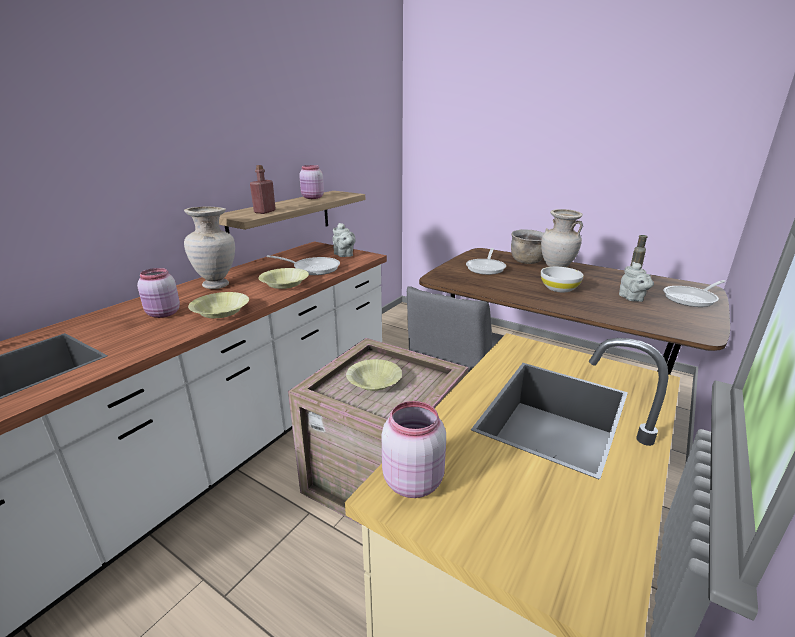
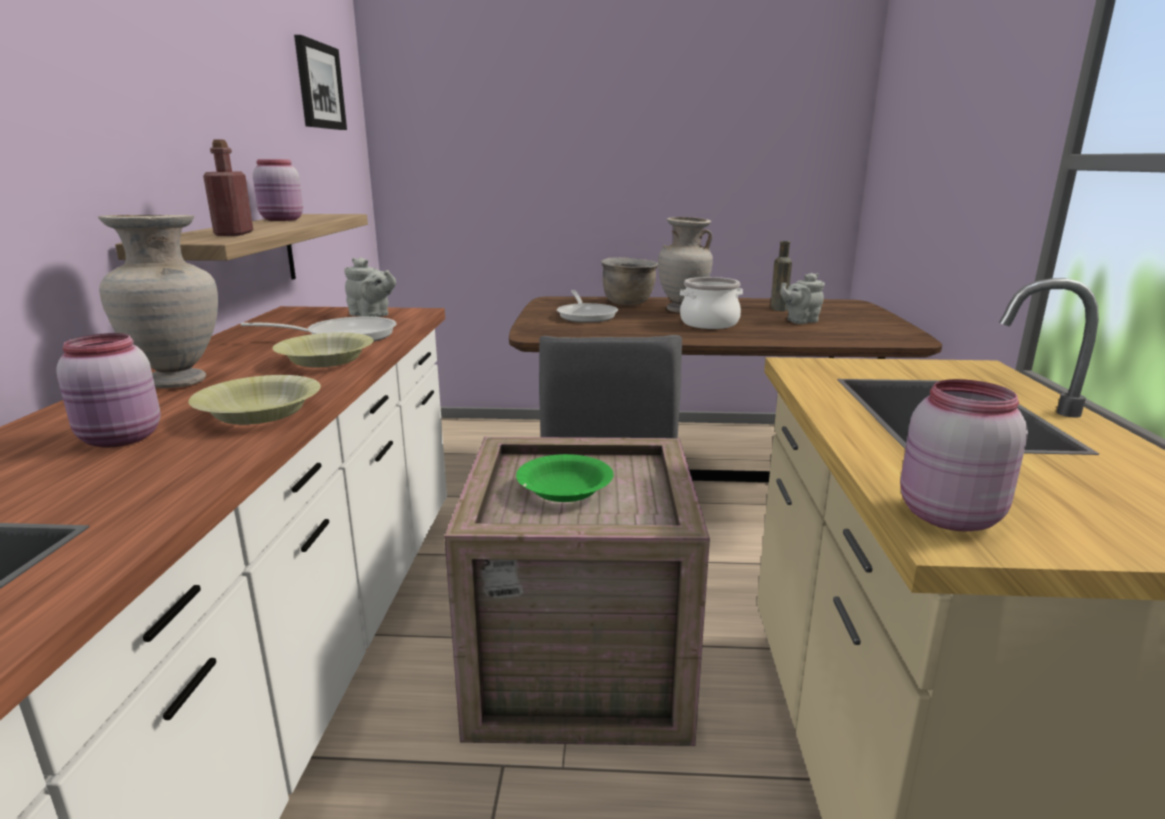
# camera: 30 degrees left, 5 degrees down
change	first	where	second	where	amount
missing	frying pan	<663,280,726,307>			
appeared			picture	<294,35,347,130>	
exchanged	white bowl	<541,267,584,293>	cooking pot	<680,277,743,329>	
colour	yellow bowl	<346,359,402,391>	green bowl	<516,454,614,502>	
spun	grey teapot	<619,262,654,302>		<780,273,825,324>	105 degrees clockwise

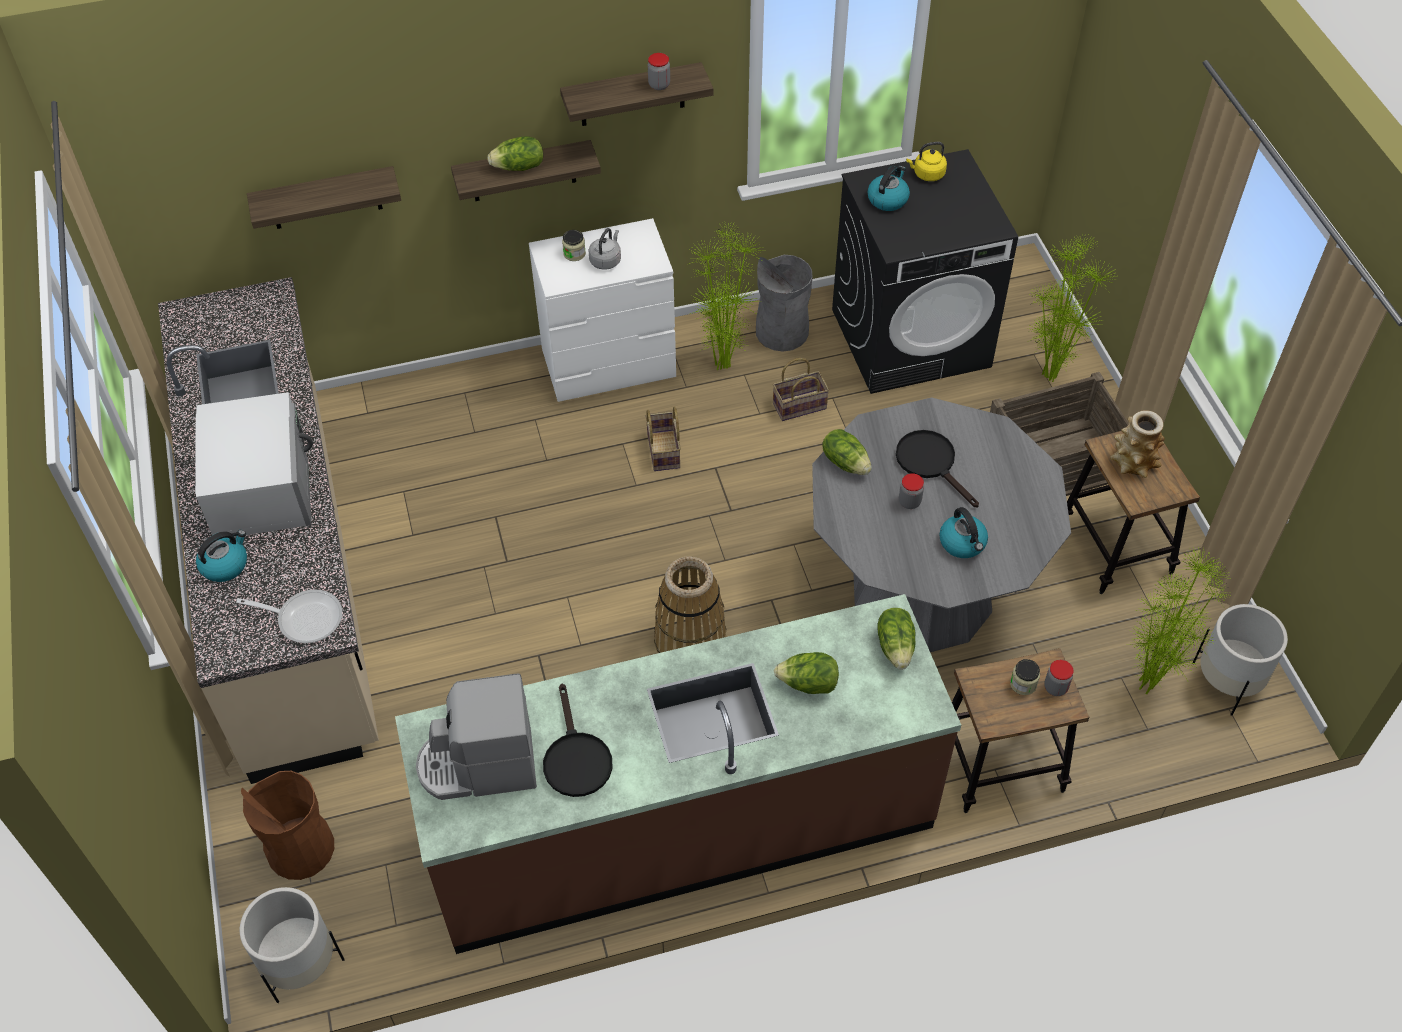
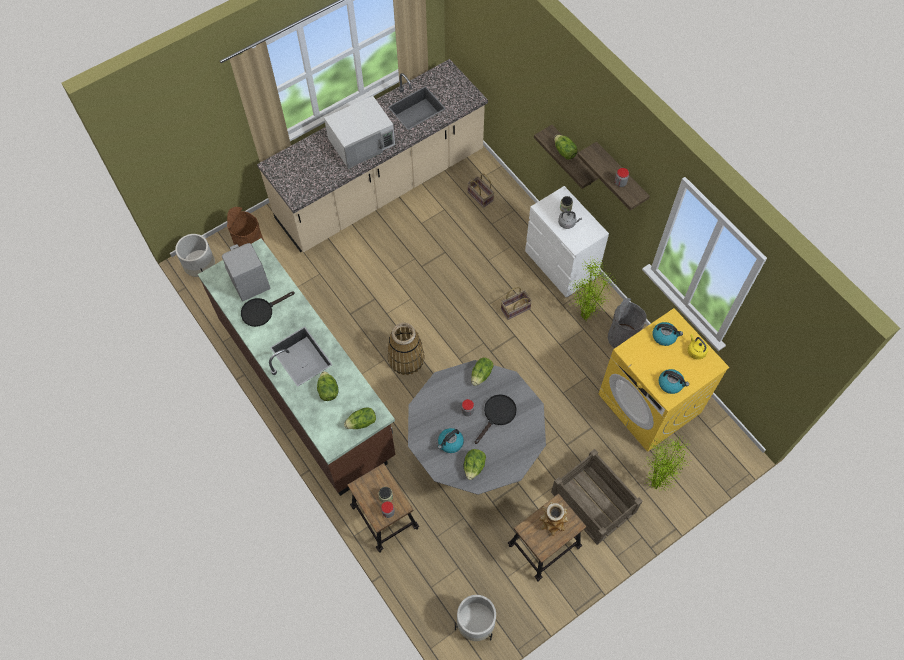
# camera: 70 degrees right, 10 degrees up
change	first	where	second	where	amount
missing	frying pan	<236,589,342,643>			
missing	shelf	<247,166,401,229>			
missing	potted plant	<1129,547,1232,694>			
appeared			lettuce	<464,449,486,480>	
relocated	kettle	<196,530,247,582>		<659,369,689,394>	
relocated	basket	<773,358,829,421>		<467,173,494,208>	
colour	black washing machine	<832,149,1018,394>	yellow washing machine	<598,308,729,452>	

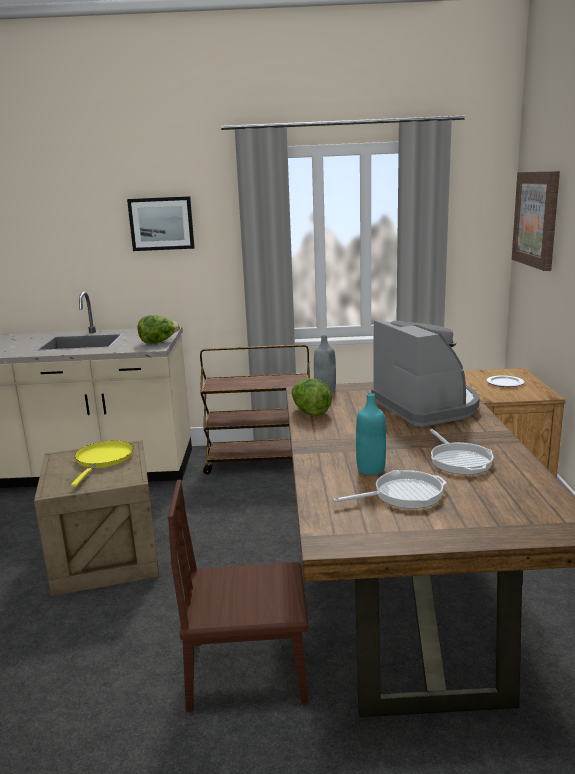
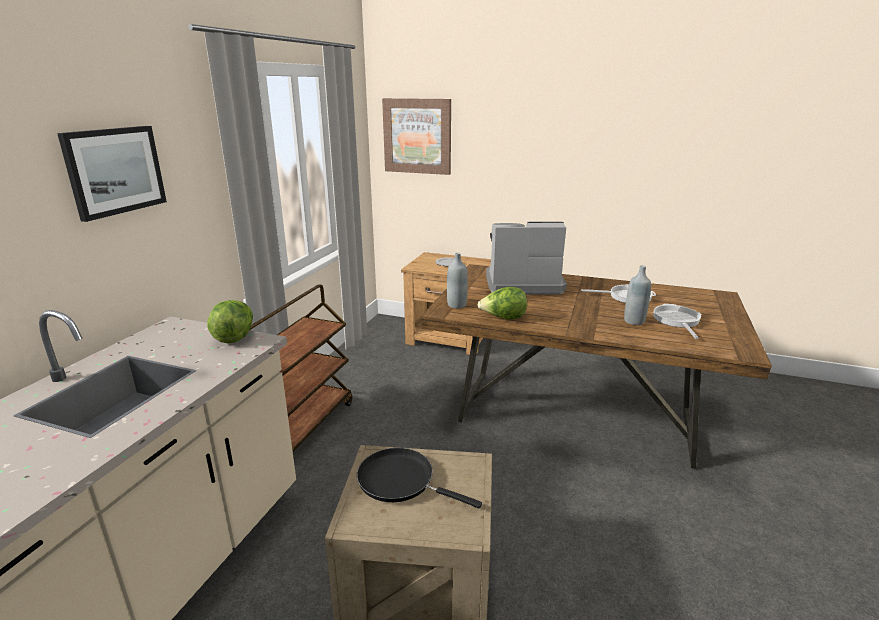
# camera: 70 degrees left, 5 degrees up
change	first	where	second	where	amount
missing	brown chair	<168,480,309,712>			
colour	yellow frying pan	<71,440,133,487>	black frying pan	<357,448,482,509>	
colour	turquoise bottle	<356,393,386,475>	grey bottle	<624,265,651,325>	

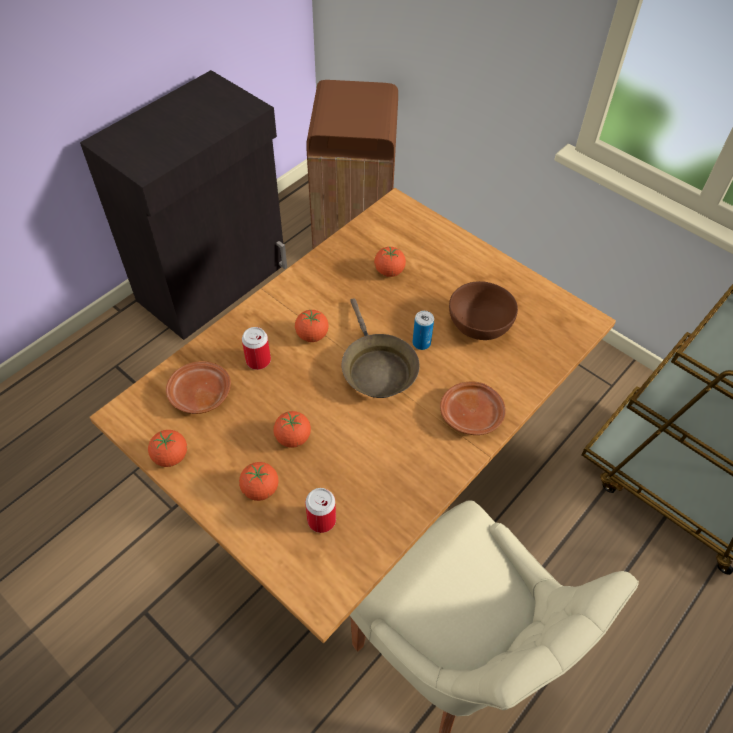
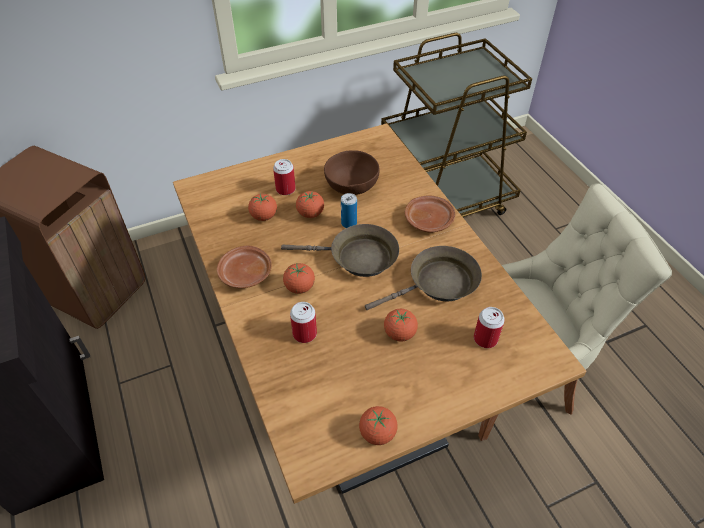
# camera: 65 degrees left, 5 degrees down
change	first	where	second	where	amount
appeared			can	<273,159,296,195>	
appeared			brown frying pan	<365,246,482,310>	
relocated	brown plate	<166,361,231,414>		<217,246,272,288>	
relocated	tomato	<239,462,278,501>		<296,191,324,218>	

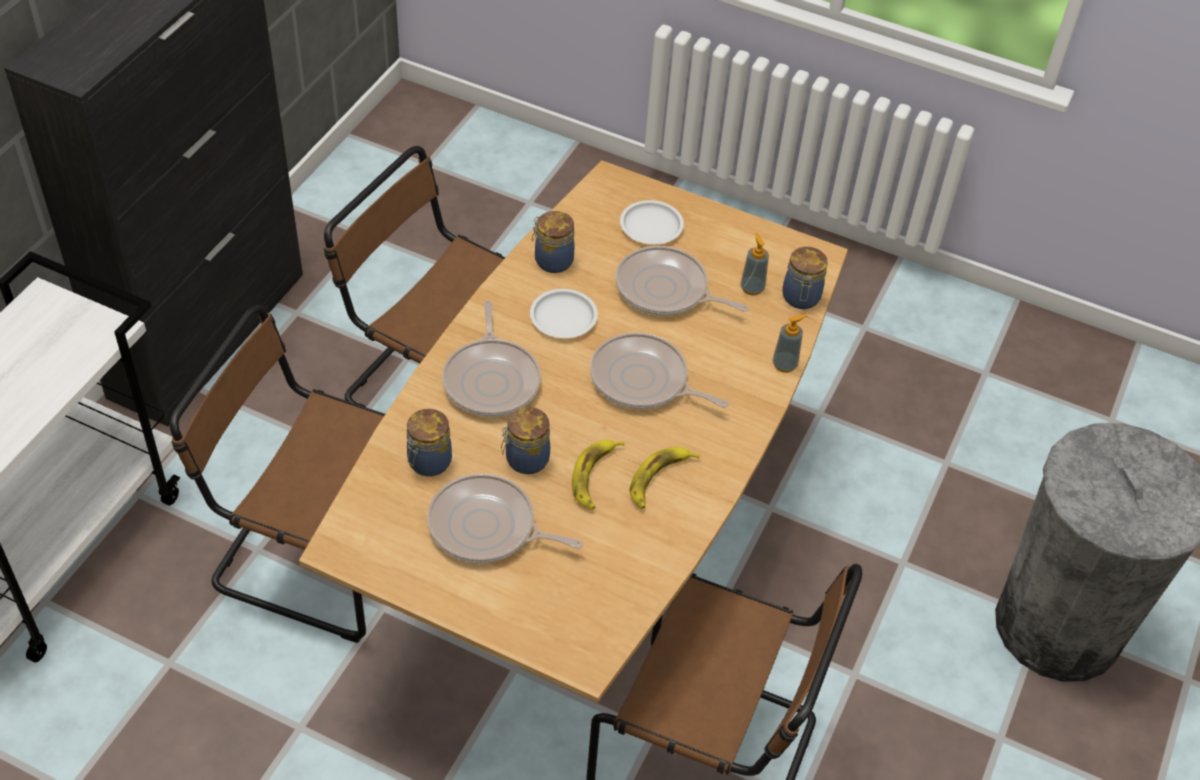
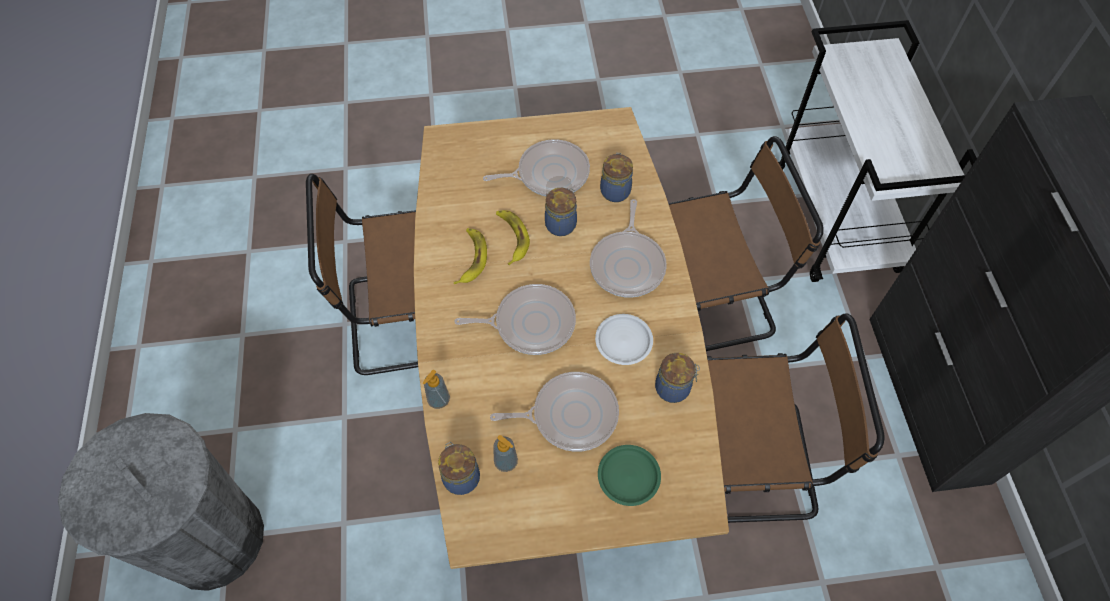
# camera: 150 degrees right, 10 degrees up
change	first	where	second	where	amount
colour	white plate	<620,200,684,244>	green plate	<598,445,661,506>	
spun	frying pan	<442,300,541,417>		<590,199,667,298>	135 degrees counterclockwise

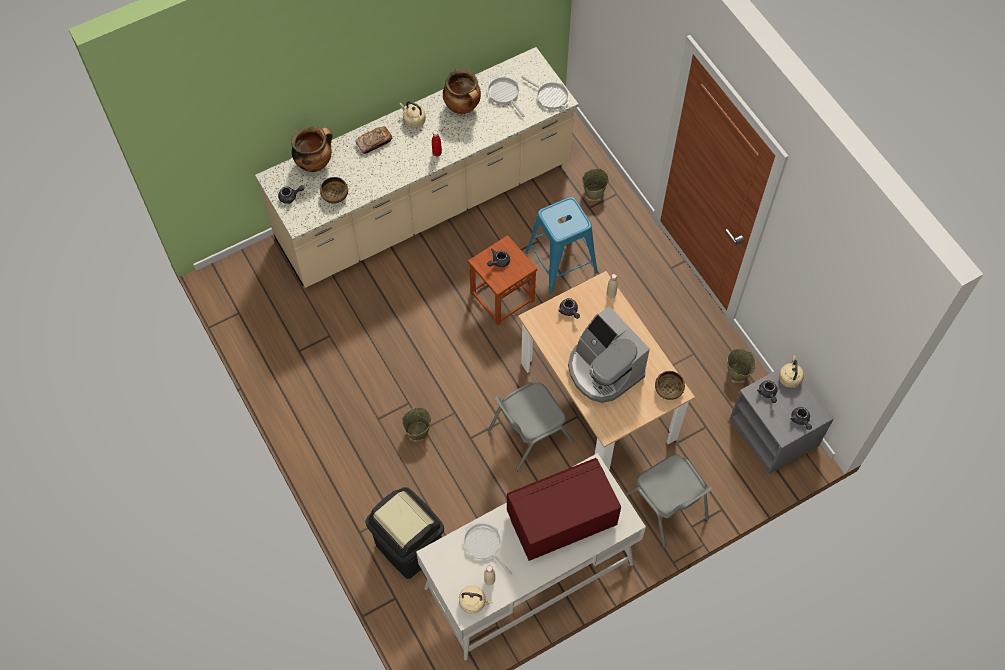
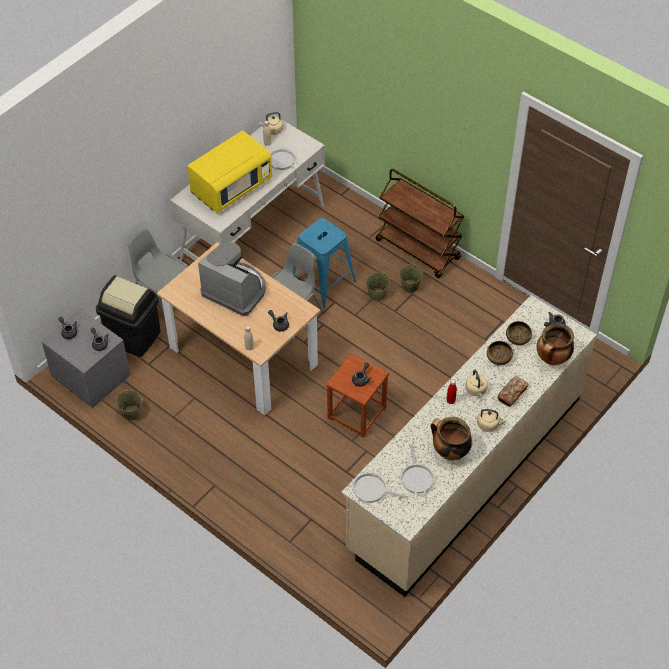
# camera: 160 degrees right, 10 degrees down
change	first	where	second	where	amount
appeared			brown cart	<375,169,464,278>	
relocated	black trash can	<366,487,444,579>		<96,275,161,357>	
relocated	blue stool	<525,197,598,294>		<292,218,356,308>	
relocated	beige bucket	<582,168,609,200>		<399,264,423,293>	
relocated	bowl	<655,371,685,400>		<487,341,513,365>	
relocated	beige kettle	<779,355,804,388>		<465,370,488,397>	
colour	red microwave	<507,458,621,561>	yellow microwave	<187,130,272,213>	
spun	frying pan	<488,76,525,117>		<400,445,435,495>	45 degrees clockwise

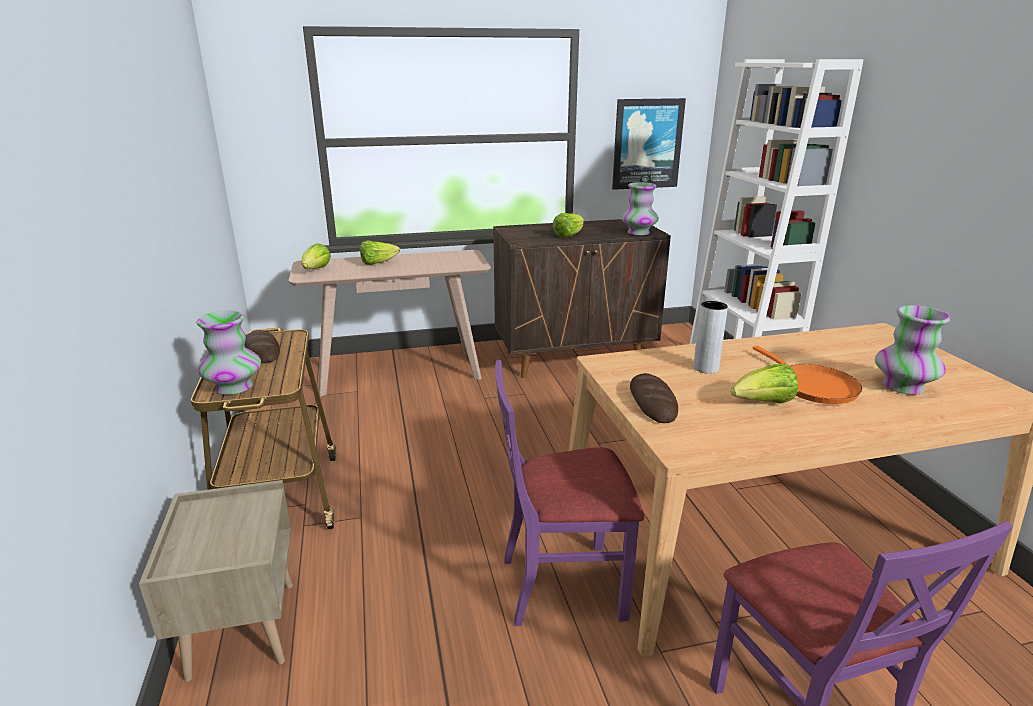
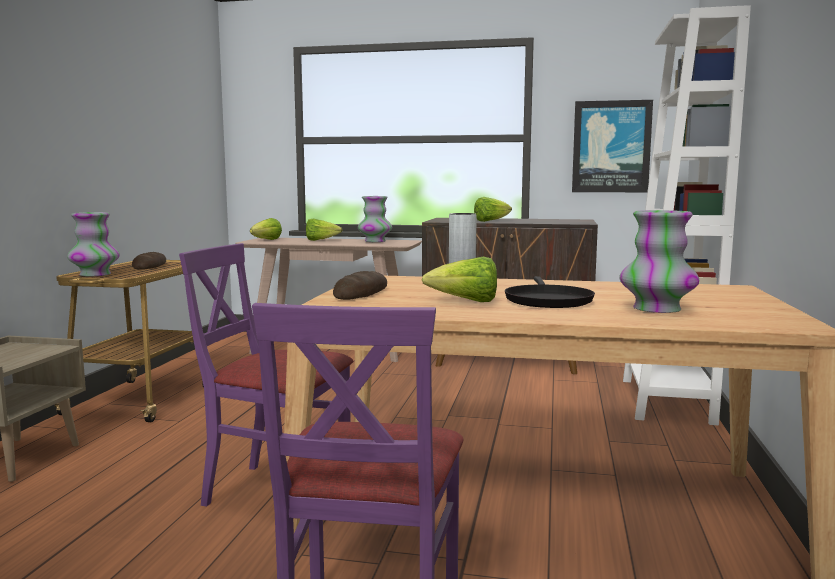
# camera: 25 degrees right, 15 degrees down
change	first	where	second	where	amount
relocated	vase	<621,182,659,235>		<358,196,392,242>	
colour	orange frying pan	<753,346,862,404>	black frying pan	<505,276,595,308>	

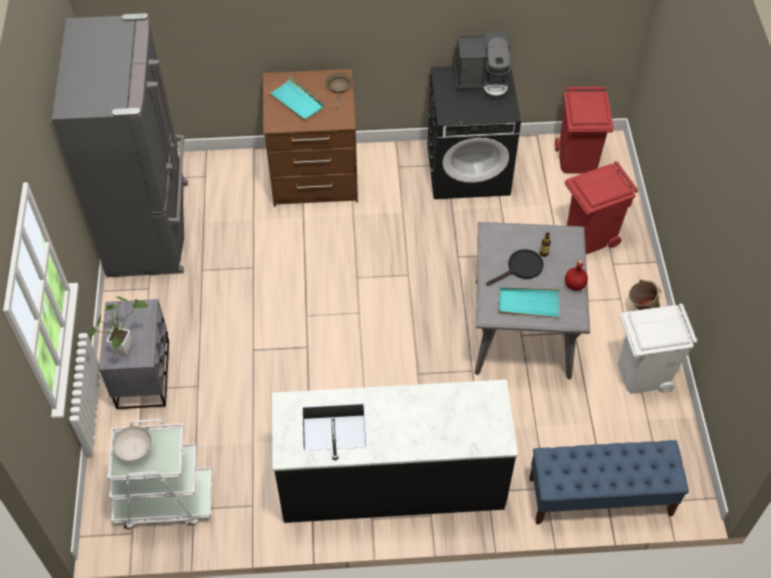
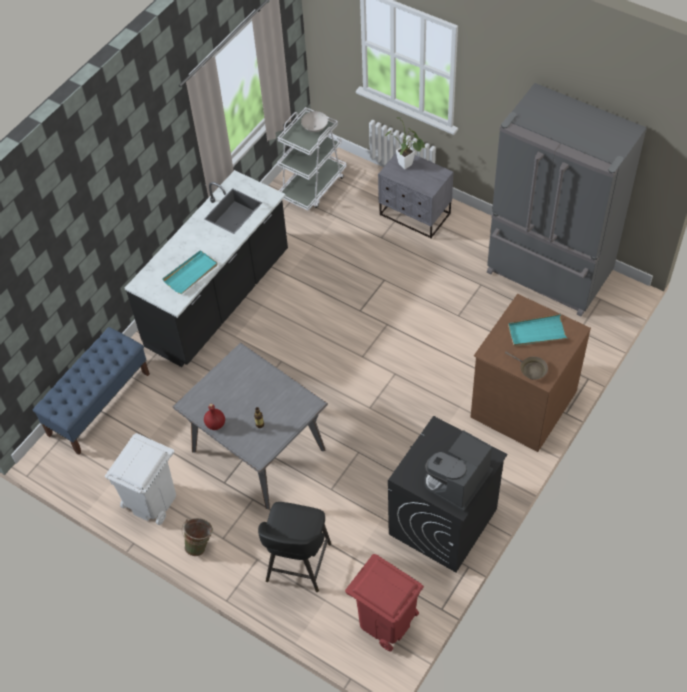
# camera: 130 degrees right, 0 degrees up
change	first	where	second	where	amount
missing	black frying pan	<486,249,544,286>			
relocated	turquoise tray	<499,287,560,318>		<162,250,217,294>	
exchanged	red trash can	<565,161,638,254>	black stool	<258,502,331,592>	

